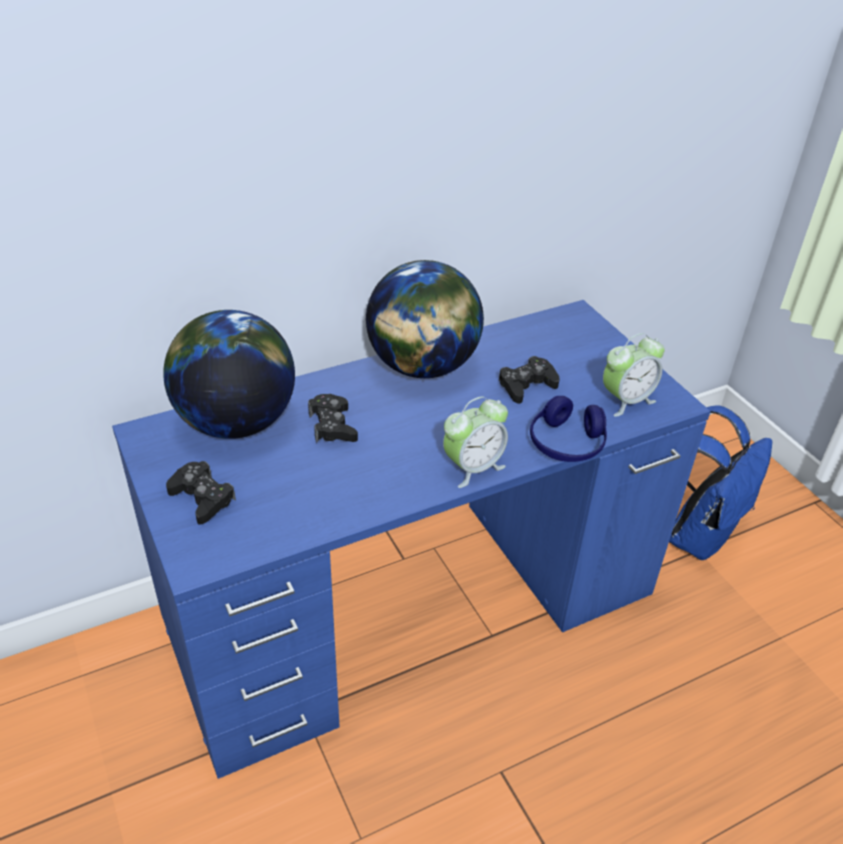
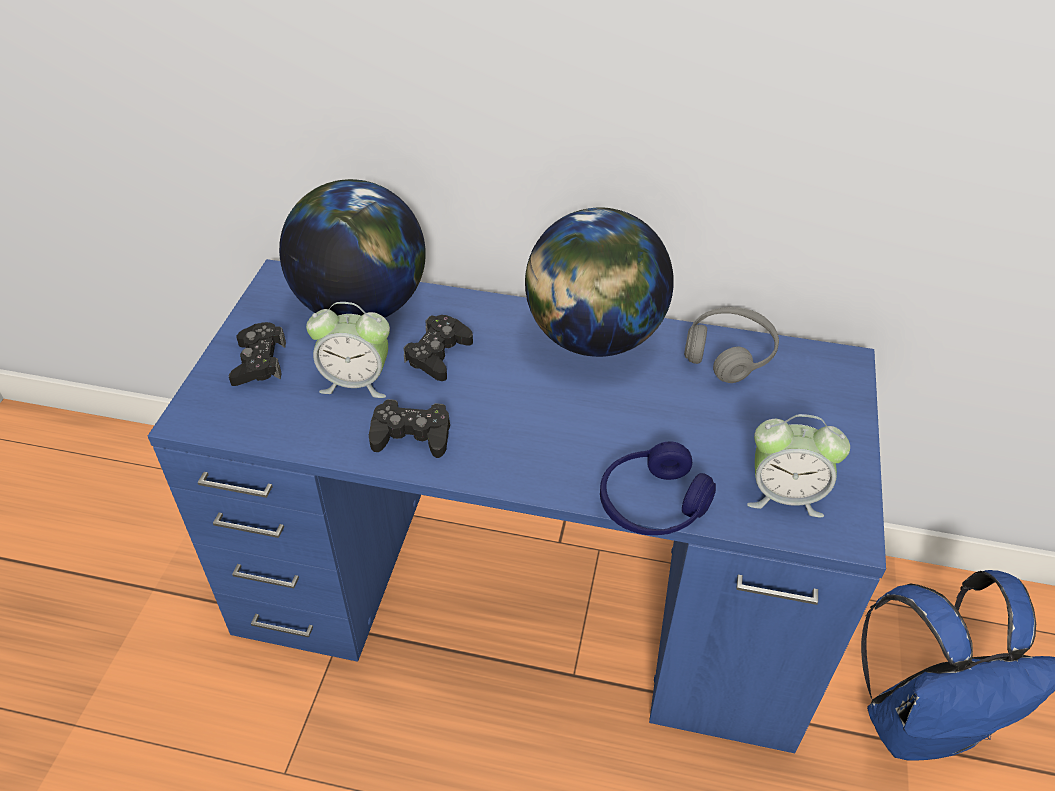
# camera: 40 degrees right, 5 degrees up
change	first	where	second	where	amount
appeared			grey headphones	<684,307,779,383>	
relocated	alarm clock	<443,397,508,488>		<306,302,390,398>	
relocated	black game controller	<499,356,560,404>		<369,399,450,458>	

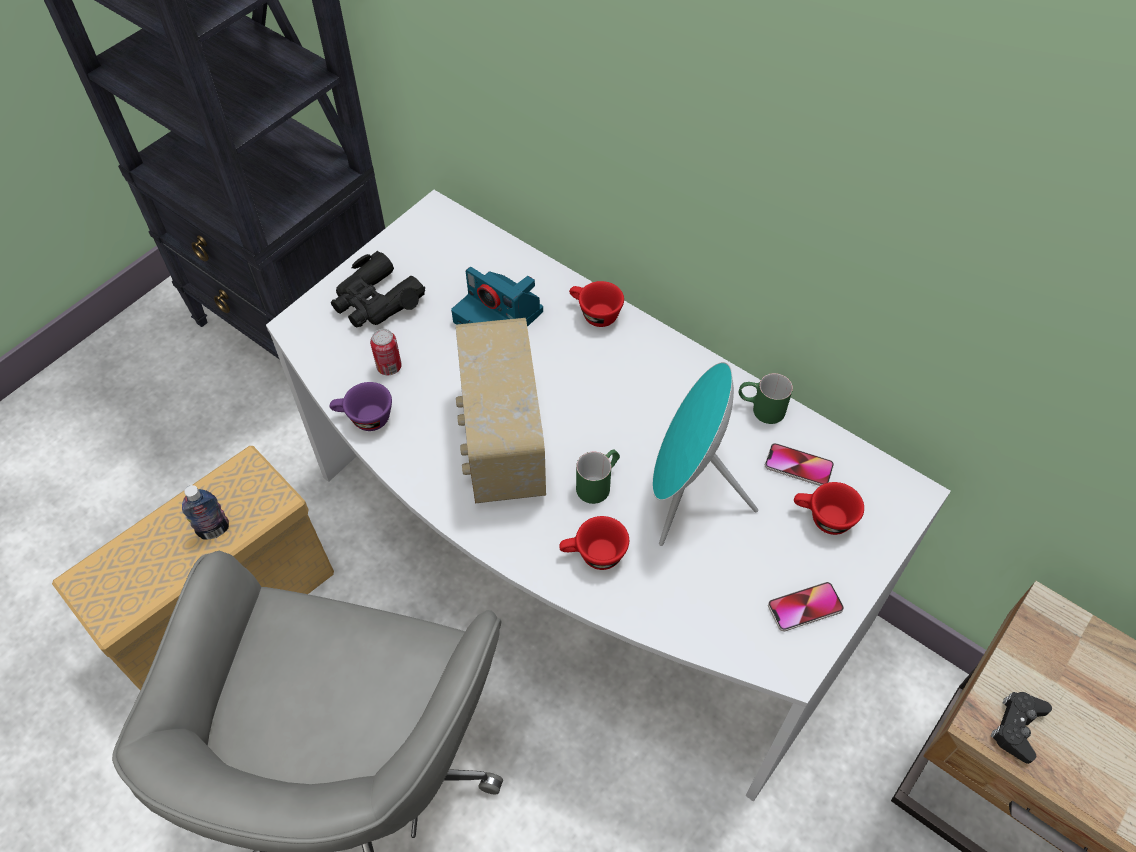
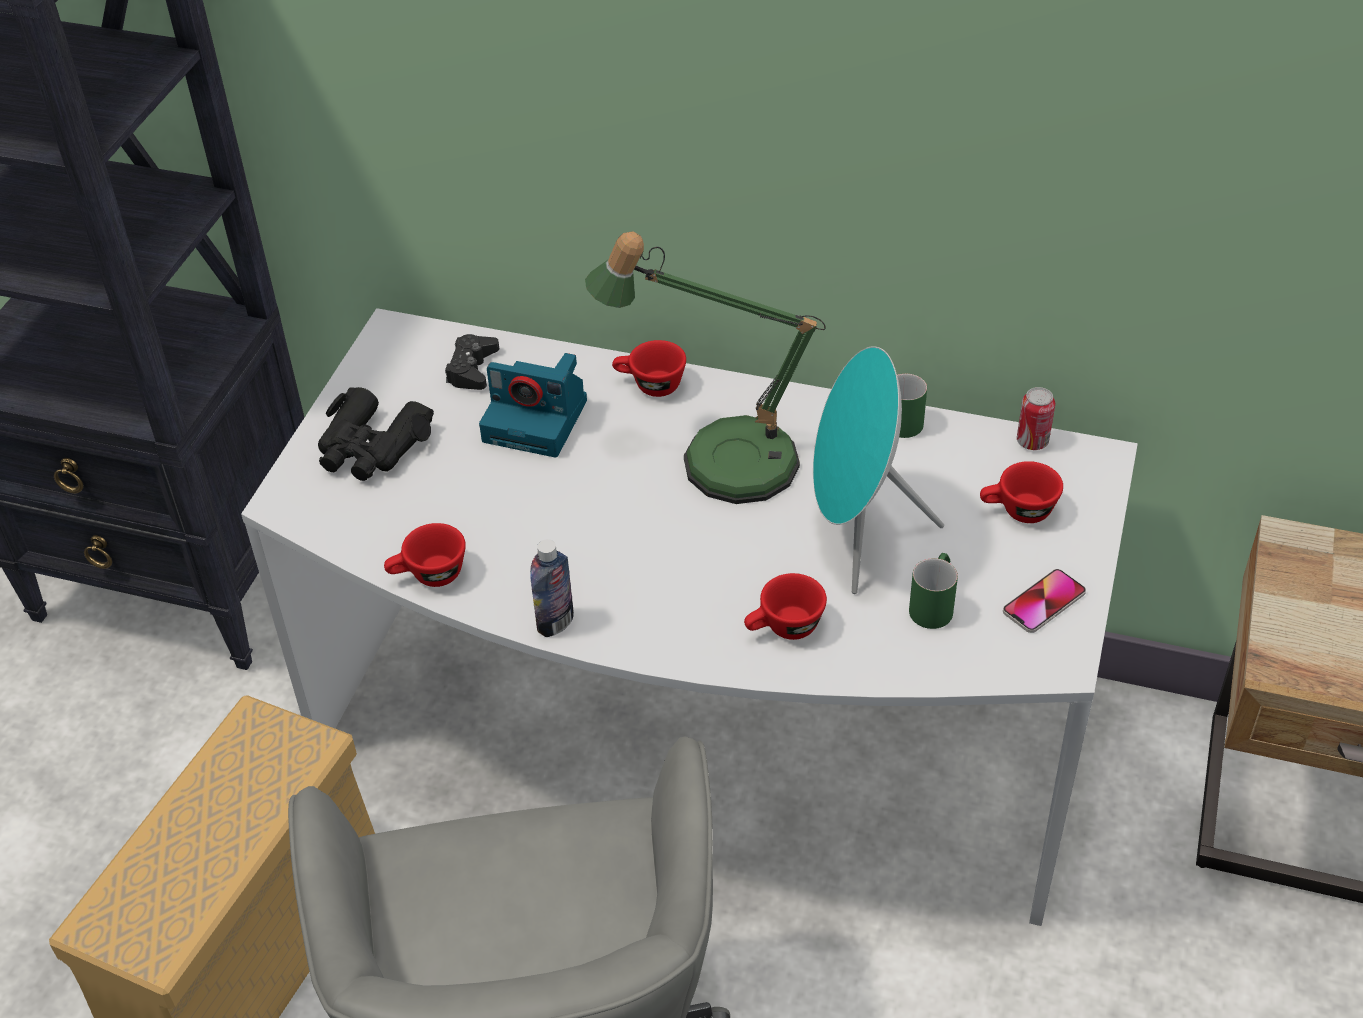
# camera: 20 degrees left, 10 degrees down
change	first	where	second	where	amount
missing	radio	<456,318,546,504>			
missing	phone	<765,443,834,486>			
appeared			table lamp	<585,231,826,504>	
relocated	bottle	<182,485,229,540>		<530,539,574,637>	
relocated	can	<370,329,402,375>		<1017,387,1055,450>	
relocated	green mug	<576,449,620,504>		<909,553,958,629>	
relocated	black game controller	<991,692,1052,764>		<445,334,499,390>	
colour	purple cup	<330,382,392,431>	red cup	<384,523,466,587>	

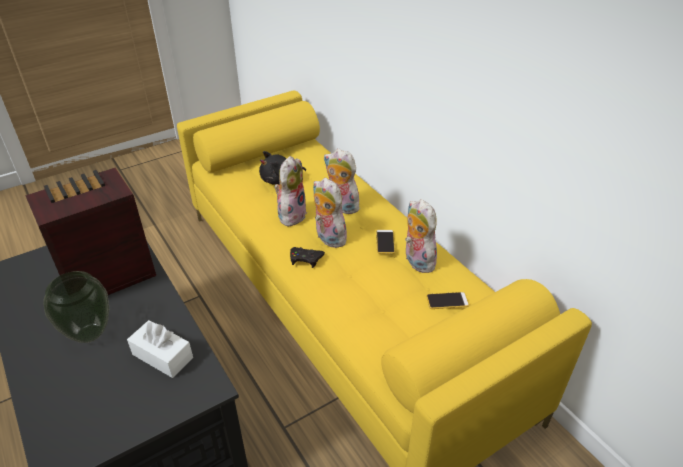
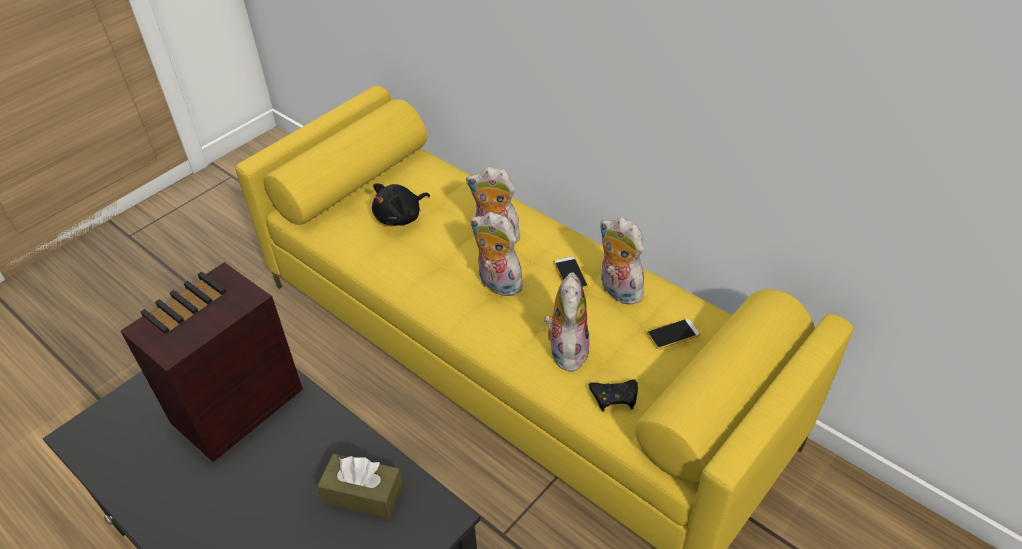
# camera: 15 degrees left, 5 degrees up
change	first	where	second	where	amount
missing	vase	<43,271,109,343>			
relocated	plush toy	<274,156,307,226>		<544,272,590,372>	
relocated	black game controller	<290,247,325,268>		<589,379,638,412>	
colour	white tissue box	<127,320,193,378>	brown tissue box	<317,454,404,519>	

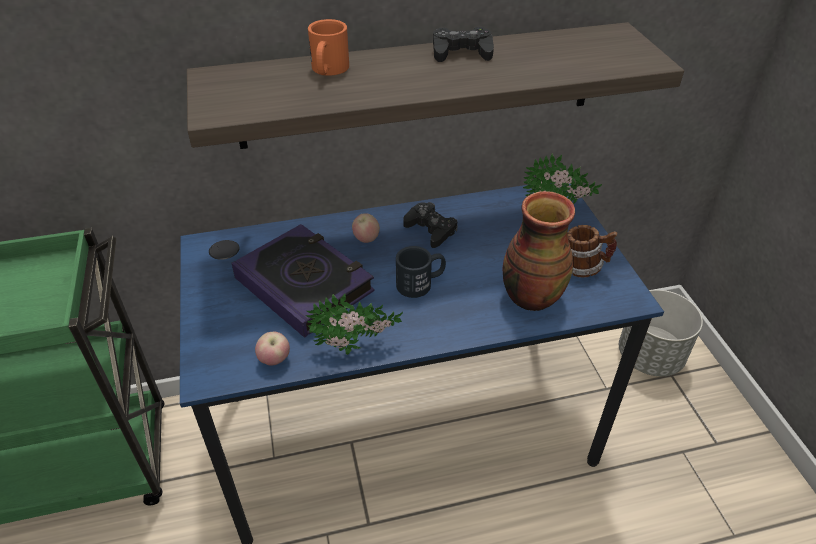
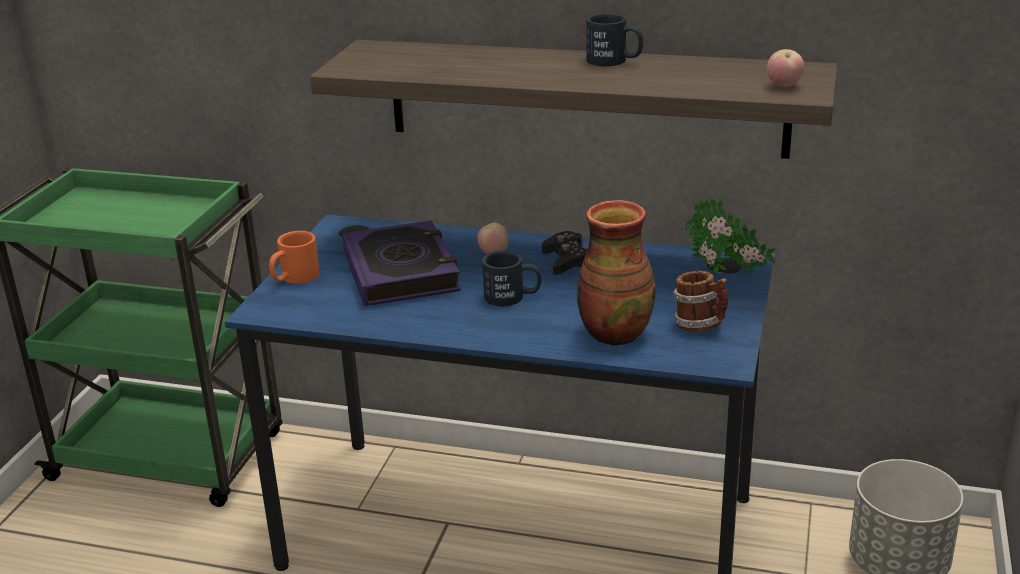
# camera: 30 degrees right, 15 degrees down
change	first	where	second	where	amount
missing	potted plant	<306,294,403,355>			
relocated	apple	<255,332,290,365>		<767,49,804,87>	
relocated	orange mug	<308,19,349,76>		<269,231,320,284>	
exchanged	black game controller	<433,27,494,62>	black mug	<586,13,643,66>	

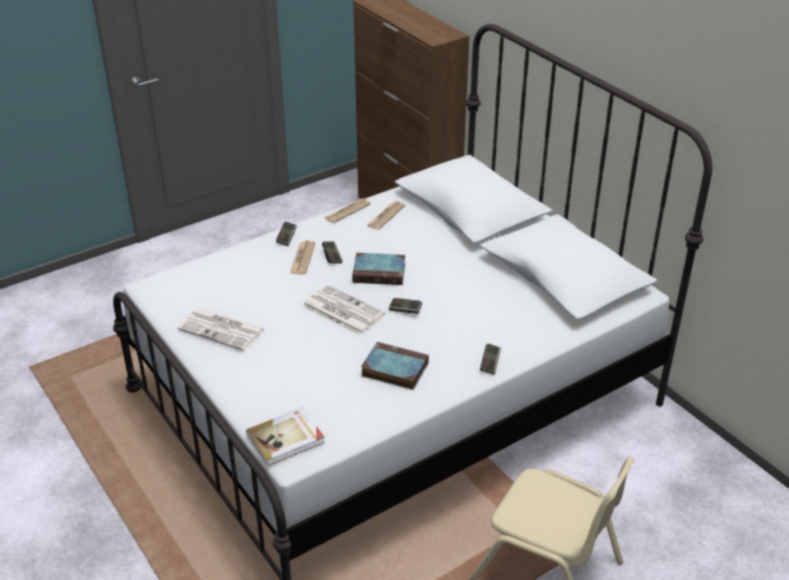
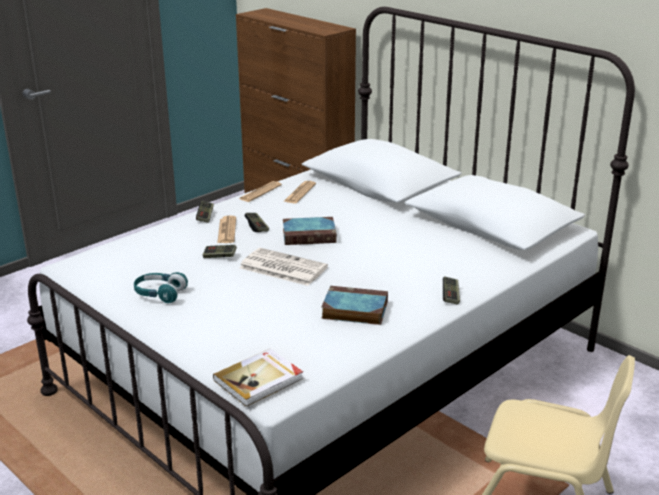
# camera: 10 degrees left, 10 degrees down
change	first	where	second	where	amount
relocated	game controller	<389,298,422,314>		<203,245,237,258>	
exchanged	newspaper	<178,308,265,351>	turquoise headphones	<134,272,188,303>	

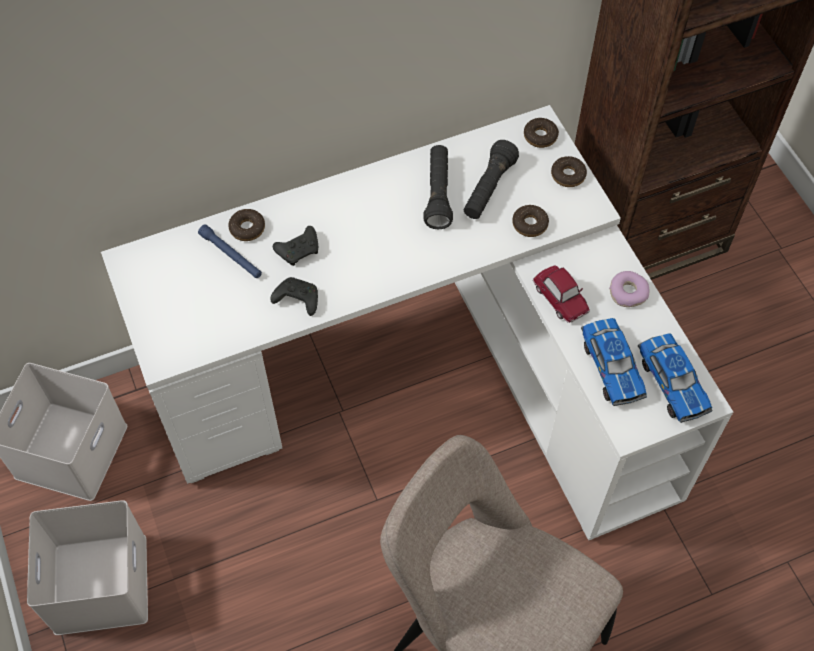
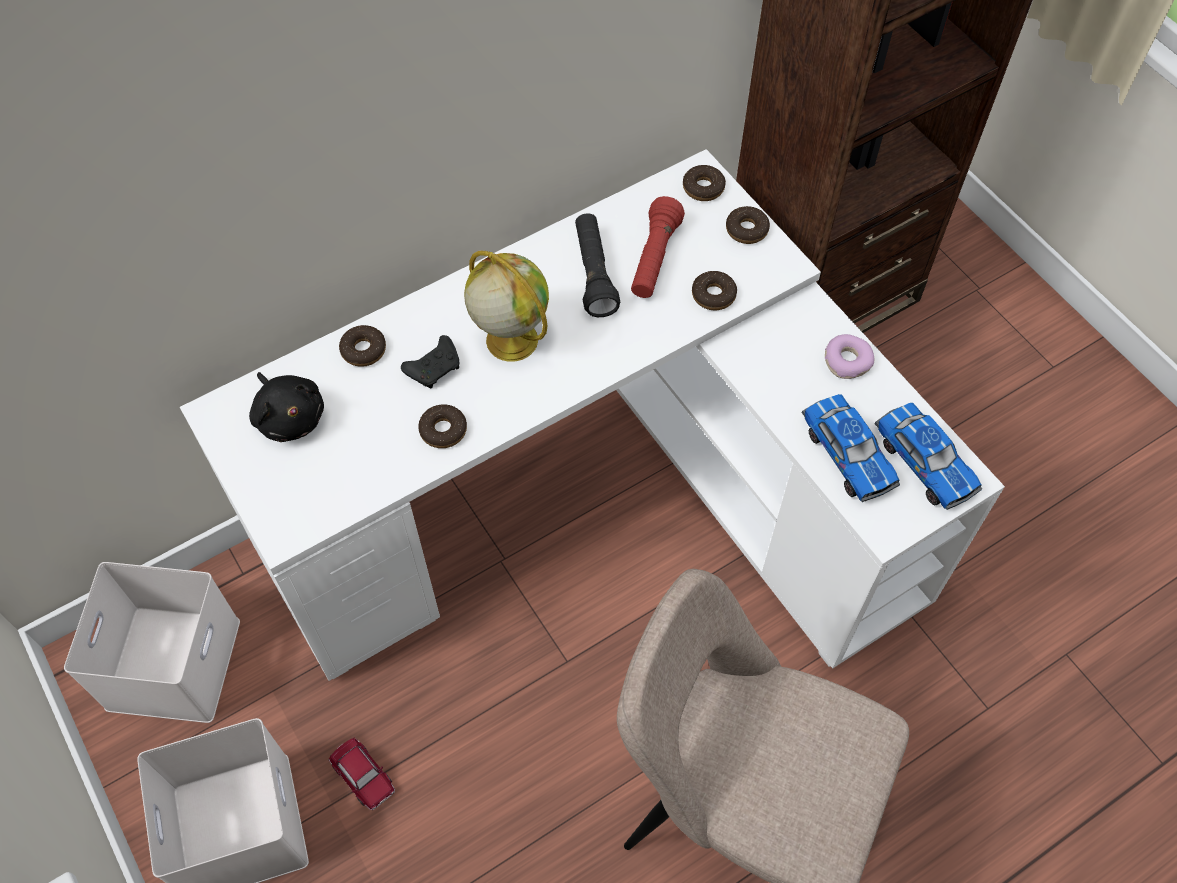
# camera: 10 degrees left, 0 degrees up
change	first	where	second	where	amount
missing	blue flashlight	<198,224,262,278>			
appeared			black plush toy	<249,372,324,442>	
appeared			globe	<464,251,549,362>	
relocated	toy car	<533,265,590,323>		<329,738,395,810>	
exchanged	black game controller	<271,277,318,316>	donut	<418,404,467,448>	
colour	black flashlight	<464,140,519,219>	red flashlight	<631,196,685,298>	

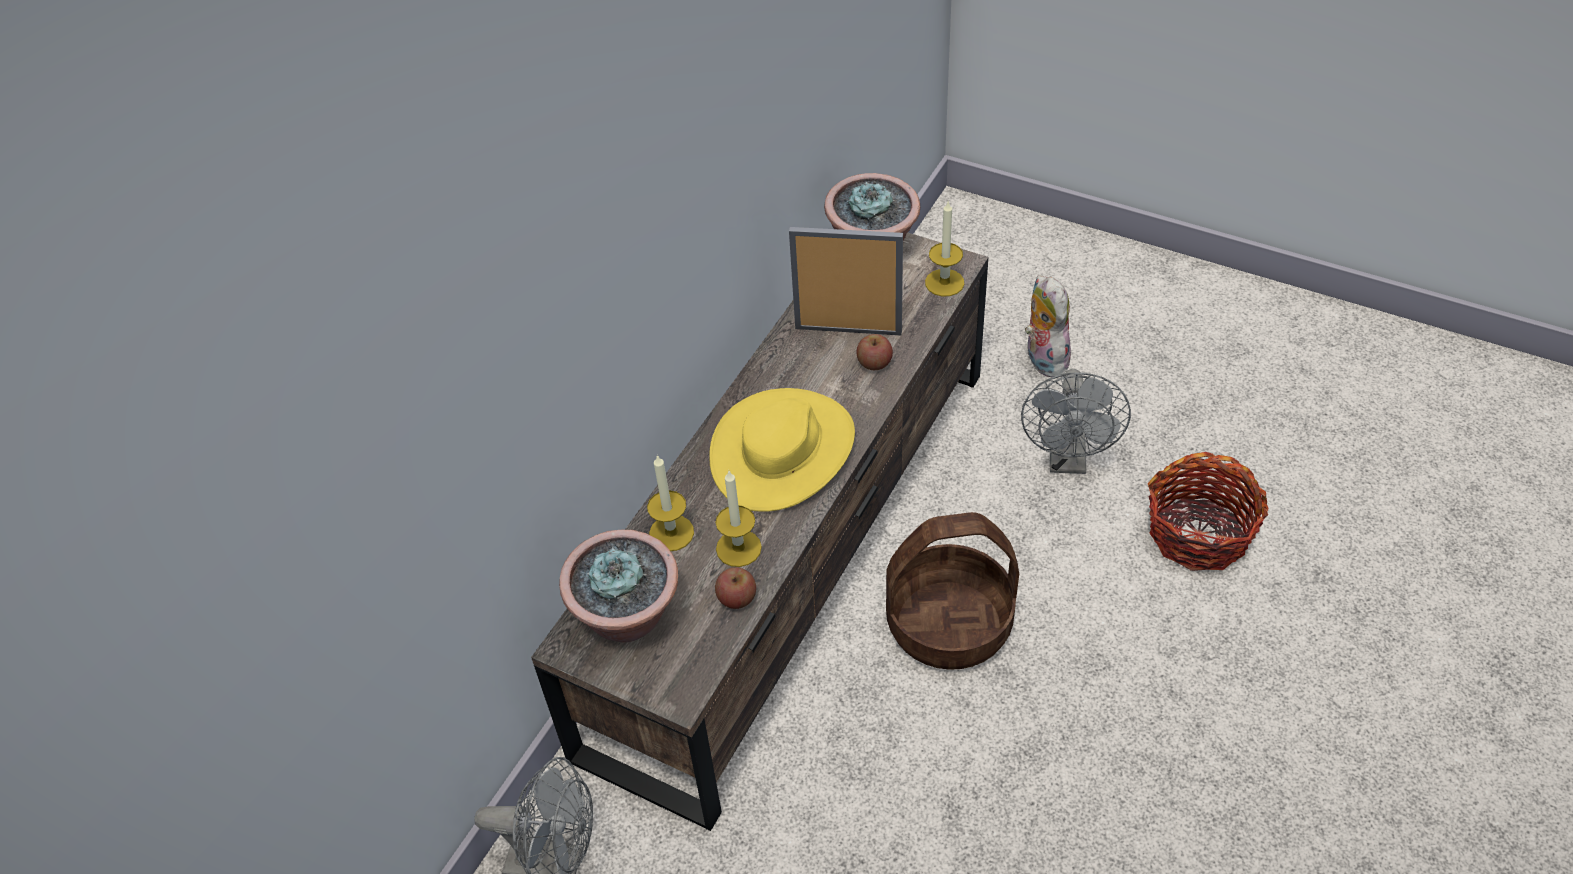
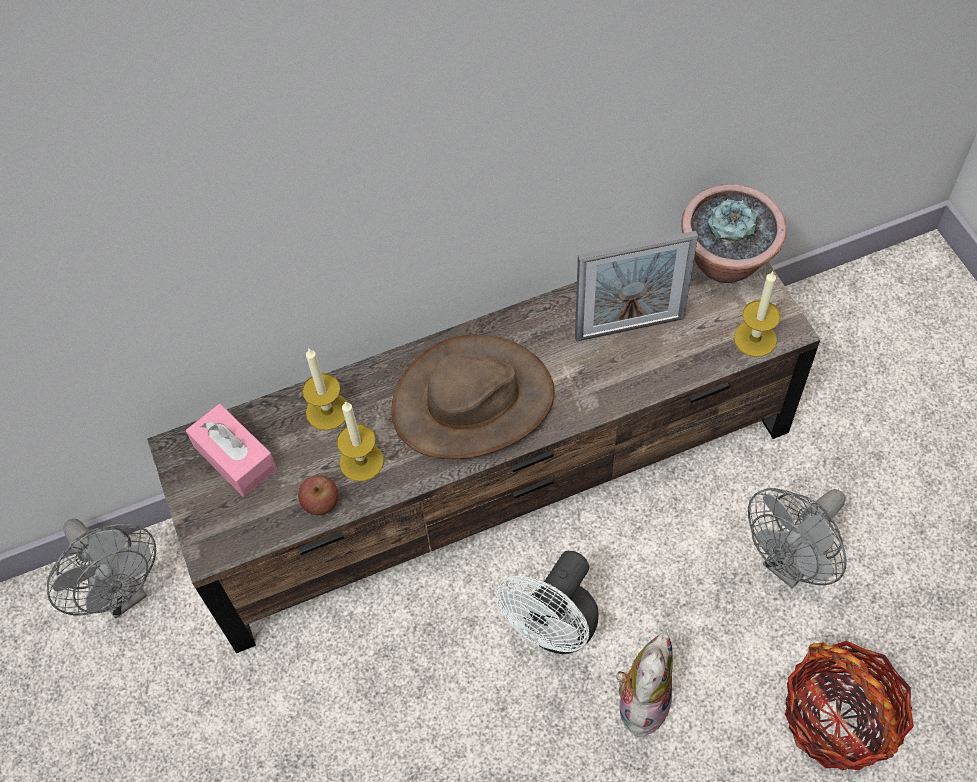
# camera: 40 degrees right, 10 degrees up
change	first	where	second	where	amount
missing	apple	<856,334,893,370>			
relocated	plush toy	<1025,275,1071,377>		<616,632,673,739>	
exchanged	potted plant	<559,530,678,642>	pink tissue box	<186,404,277,497>	
exchanged	basket	<886,512,1019,670>	white fan	<496,551,599,654>	
colour	yellow hat	<709,388,855,512>	brown hat	<392,335,554,459>	
spun	picture frame	<789,227,903,335>		<575,231,698,342>	120 degrees clockwise

